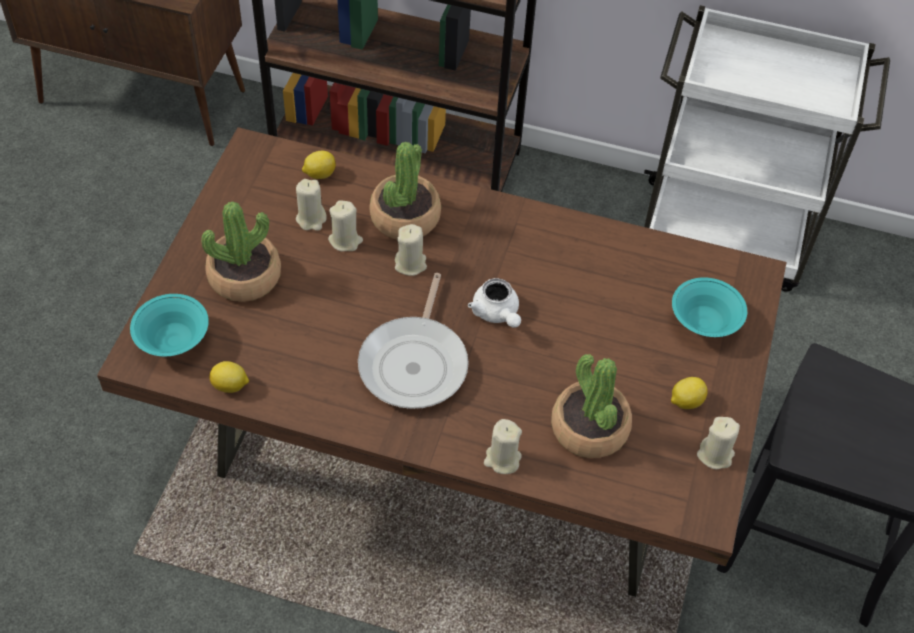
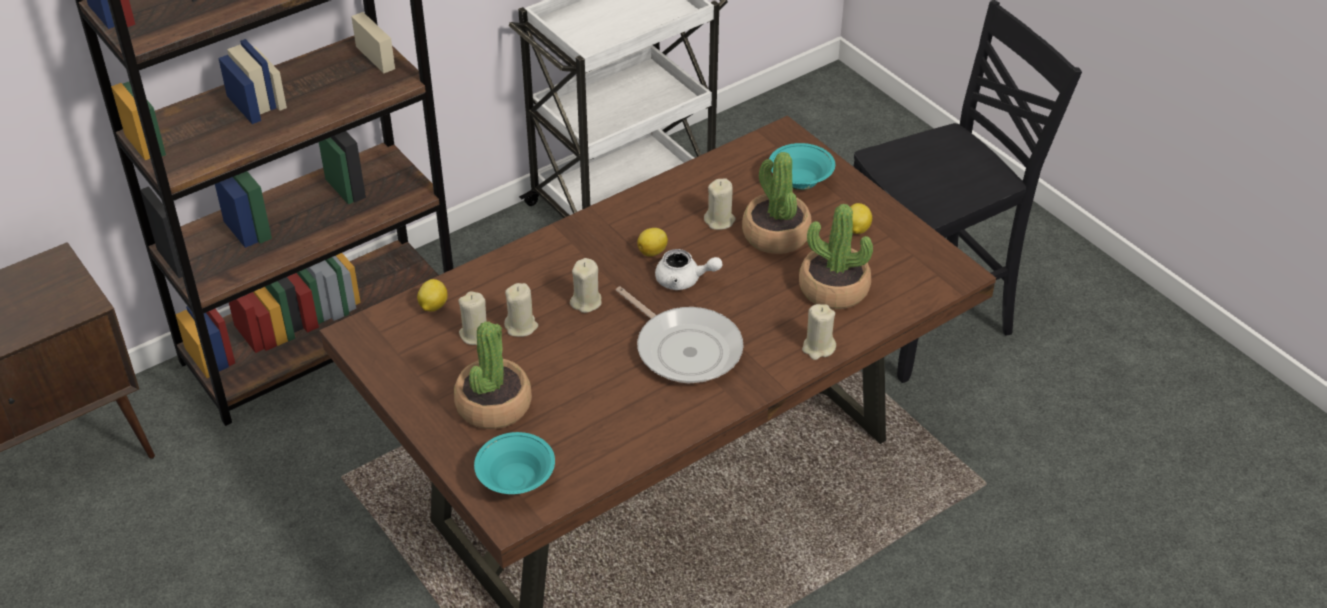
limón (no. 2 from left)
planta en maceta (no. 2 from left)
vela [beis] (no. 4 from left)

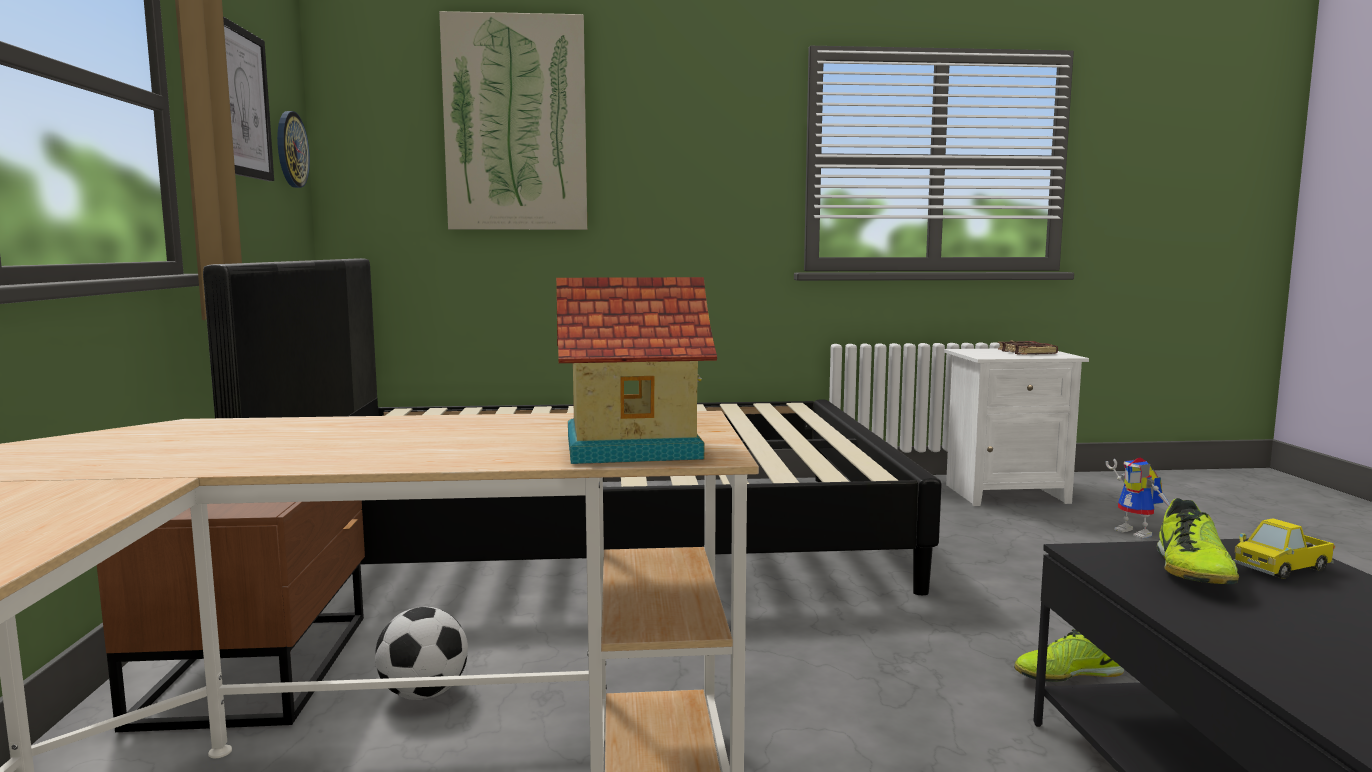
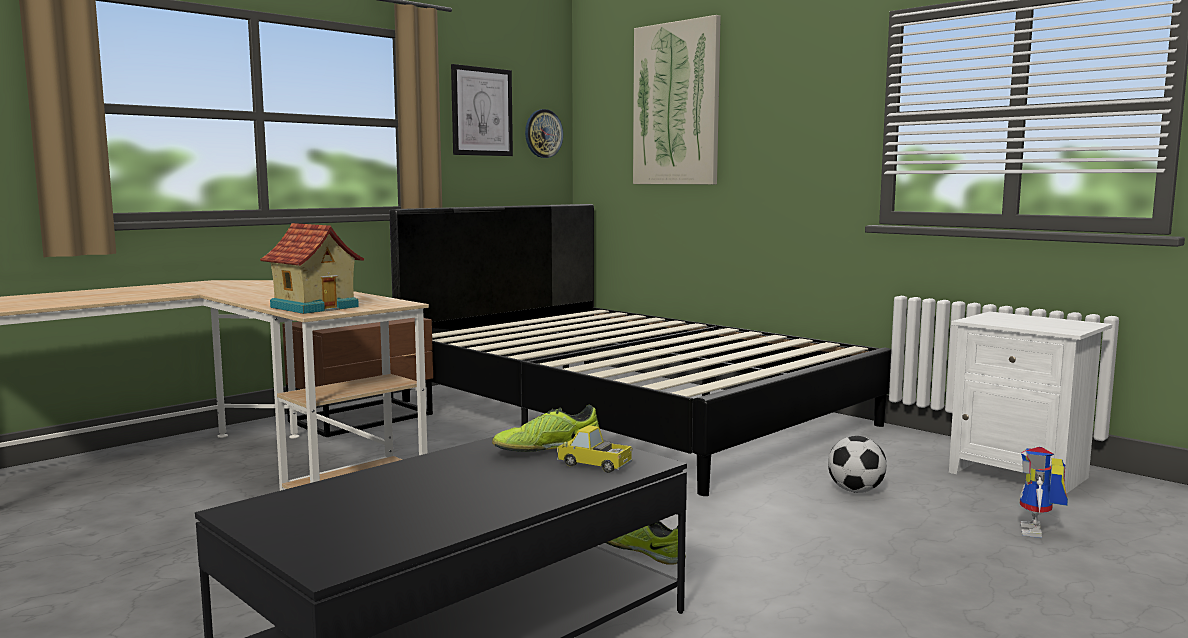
balón de fútbol
libro [marrón]

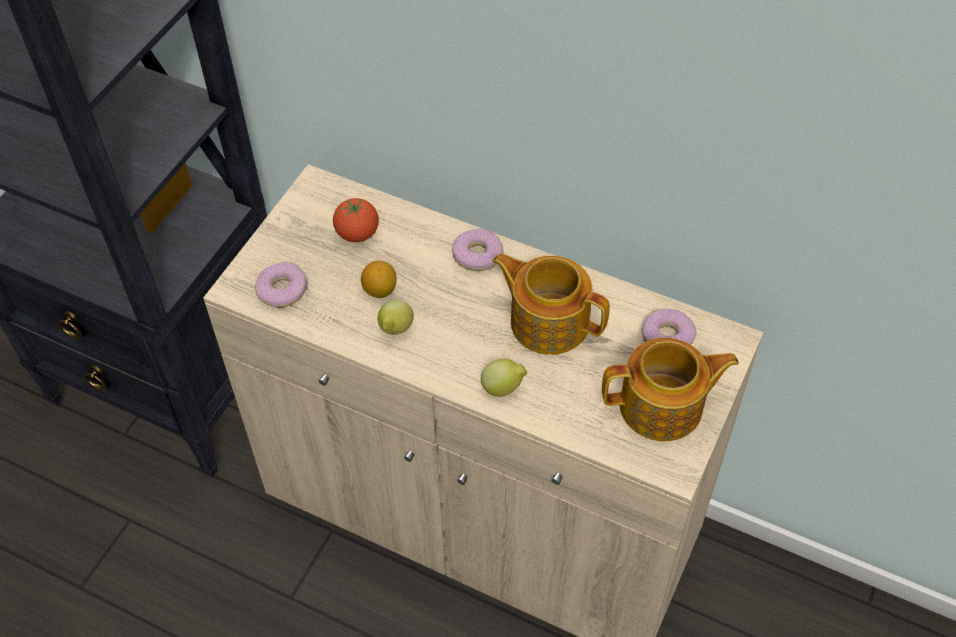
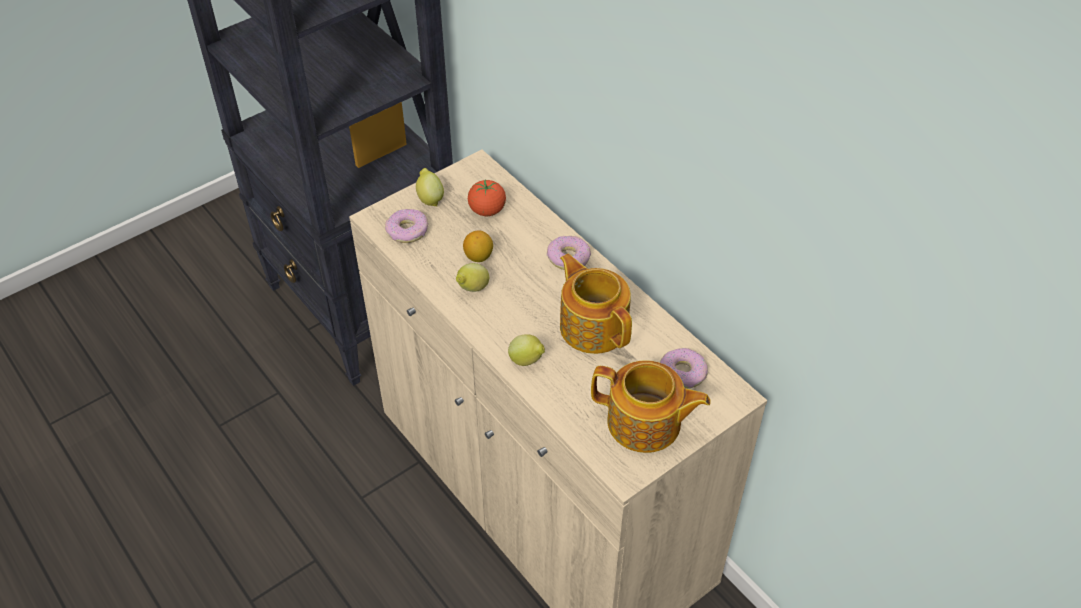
limón (no. 1 from left)

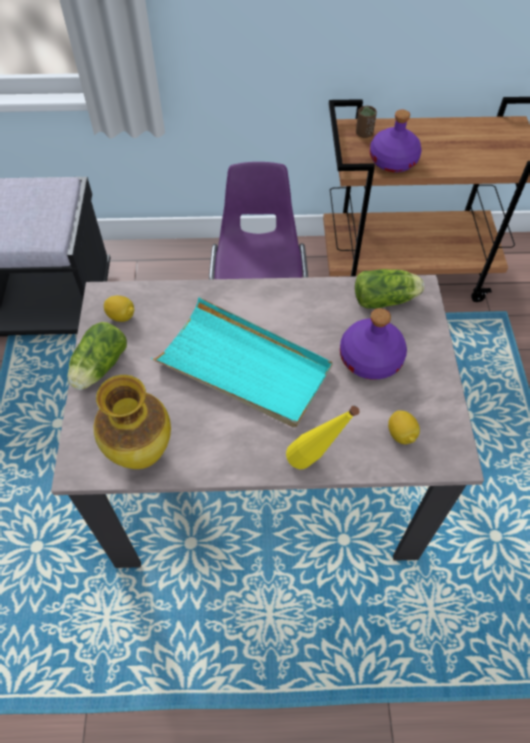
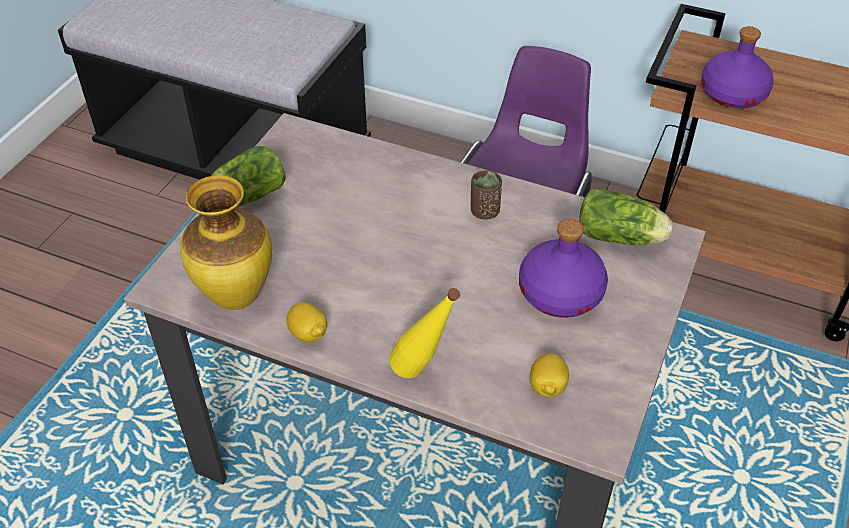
limón (no. 1 from left)
bandeja [turquesa]
taza [marrón]

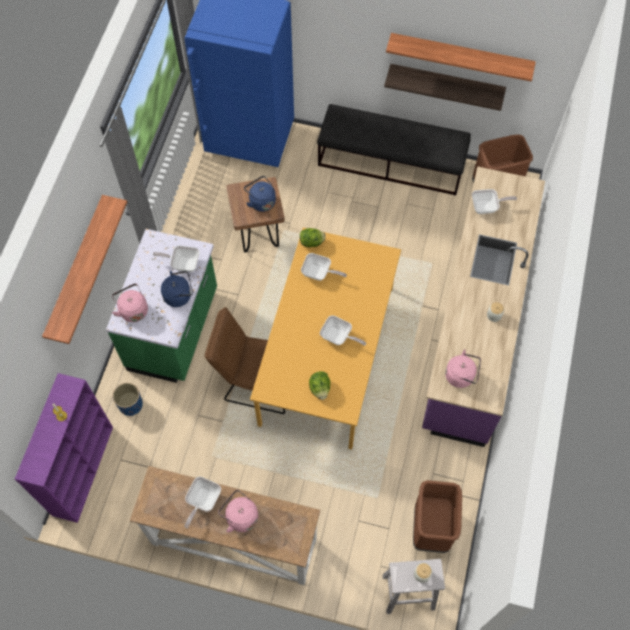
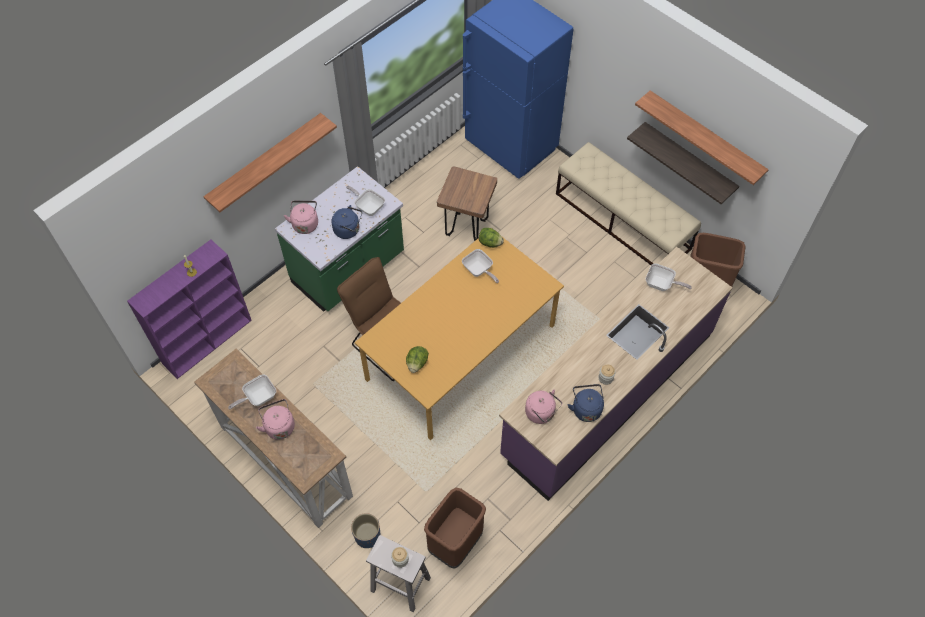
maceta [azul]
hervidor [azul] (no. 2 from left)
banco [beis]
sartén (no. 4 from left in the first image)

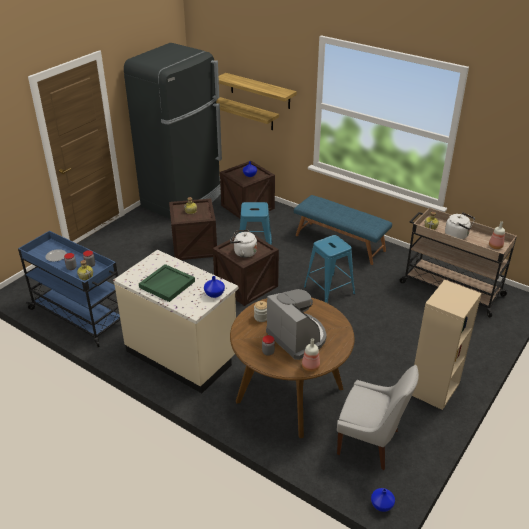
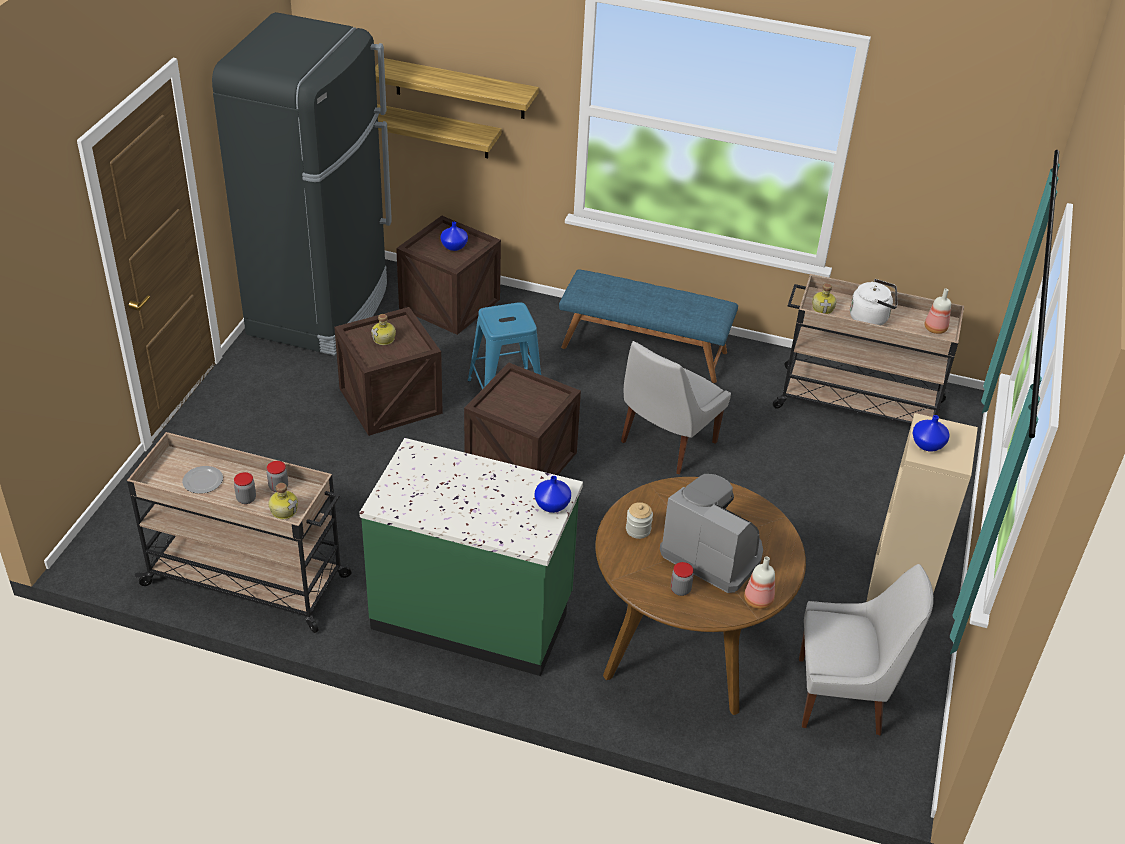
carrito [beis] (no. 1 from left)
mueble bajo de cocina [verde]
bandeja [verde]
hervidor [blanco] (no. 1 from left in the first image)
silla [blanco] (no. 1 from left)
florero [azul] (no. 3 from left)

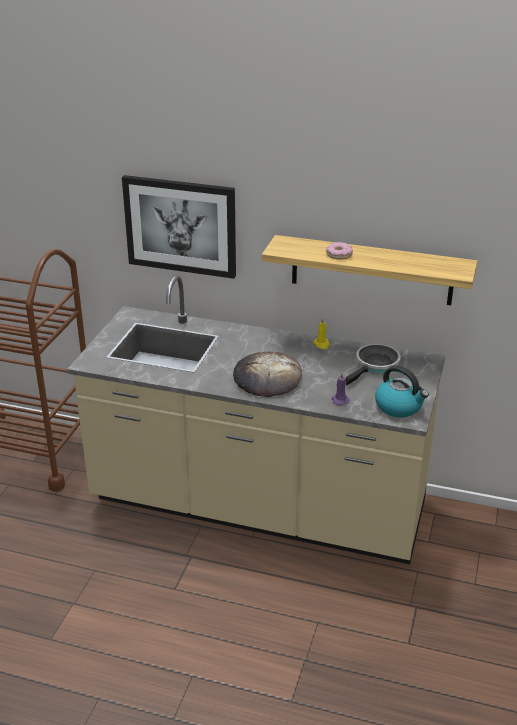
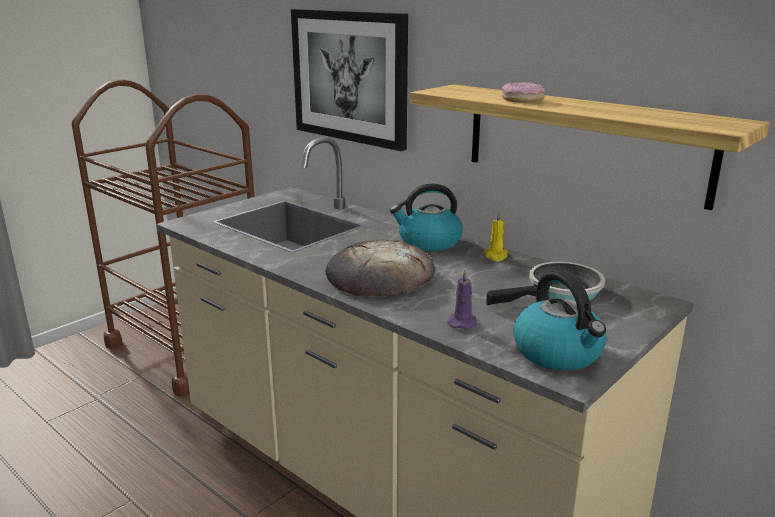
hervidor (no. 1 from left)

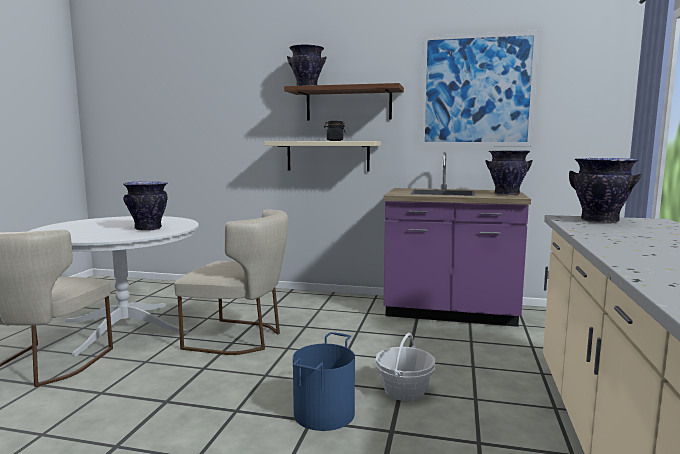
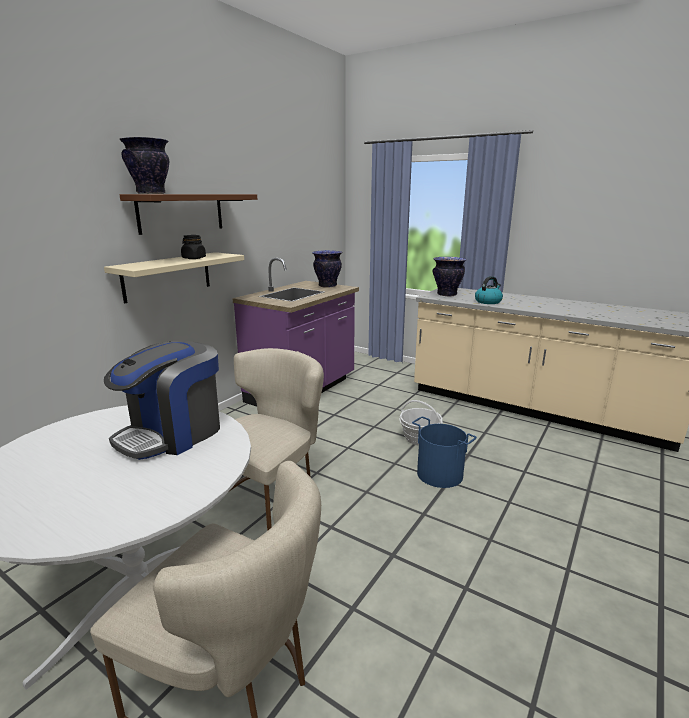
cafetera
cuadro
hervidor

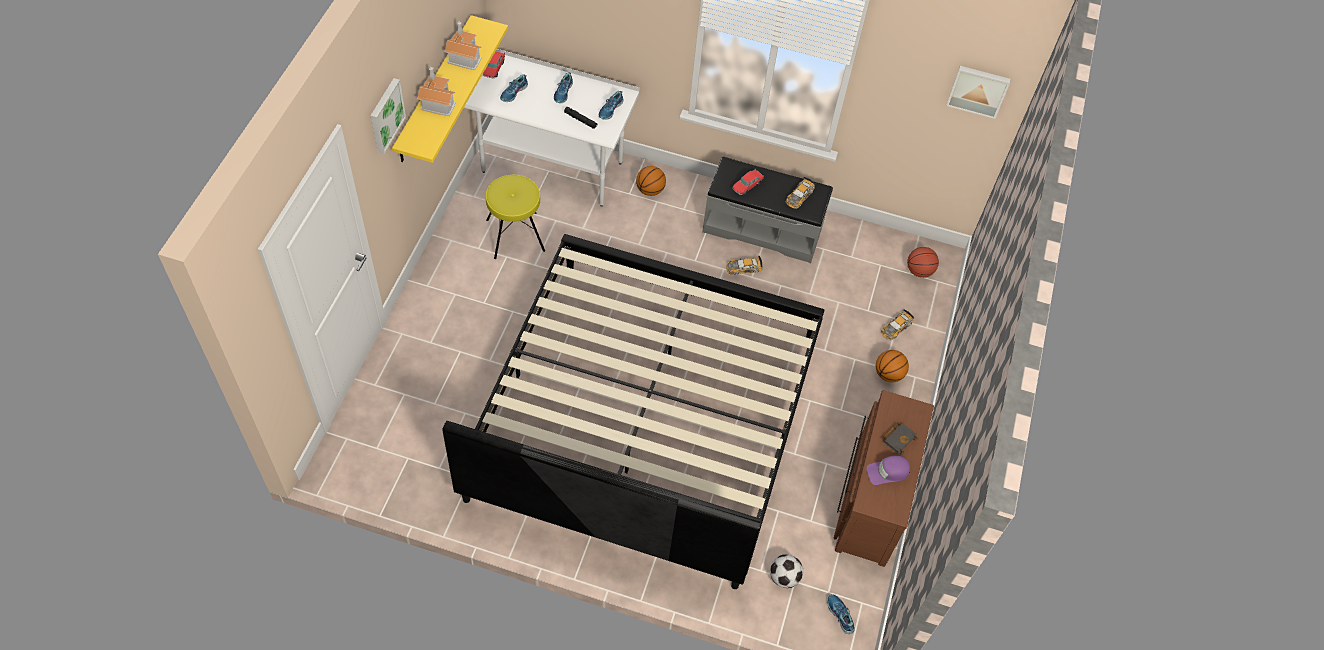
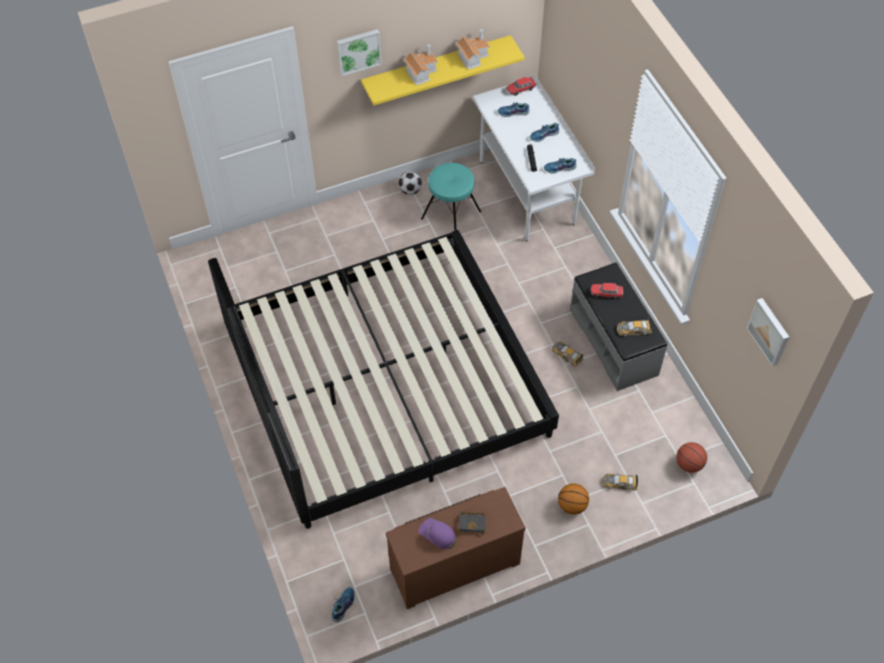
taburete [turquesa]
balón de baloncesto (no. 1 from left in the first image)
balón de fútbol

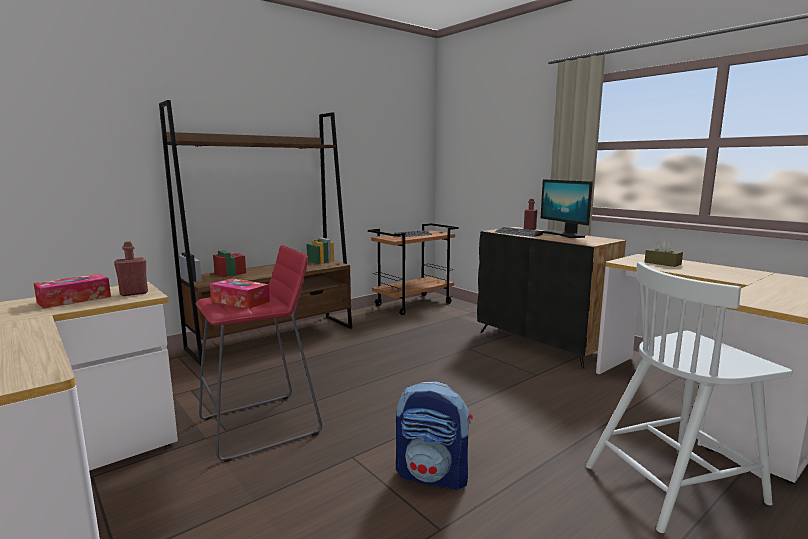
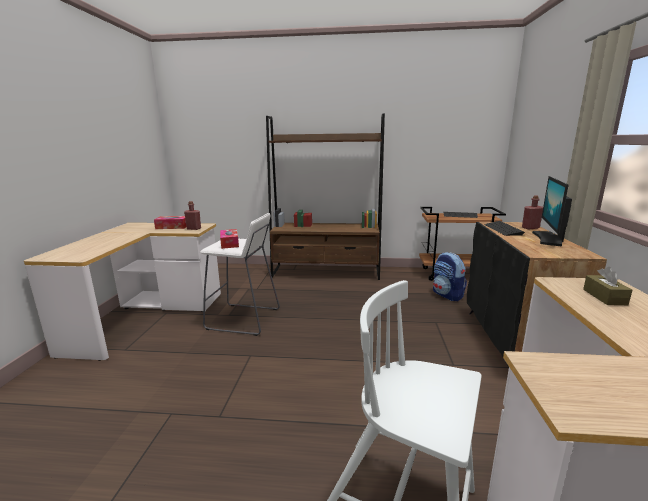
taburete [blanco]
mochila

